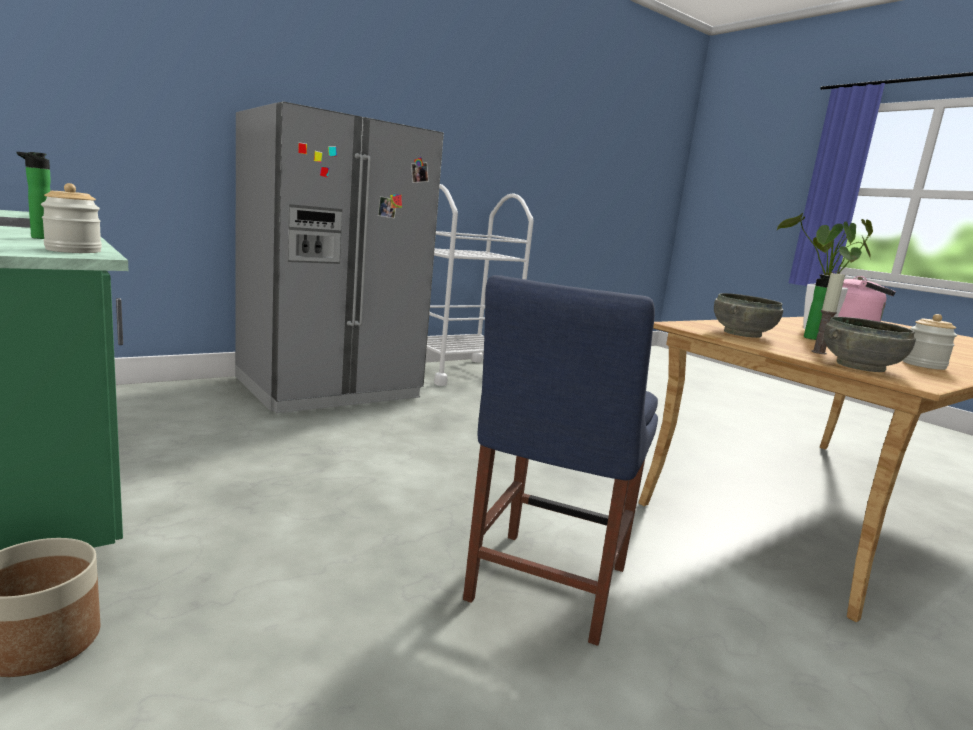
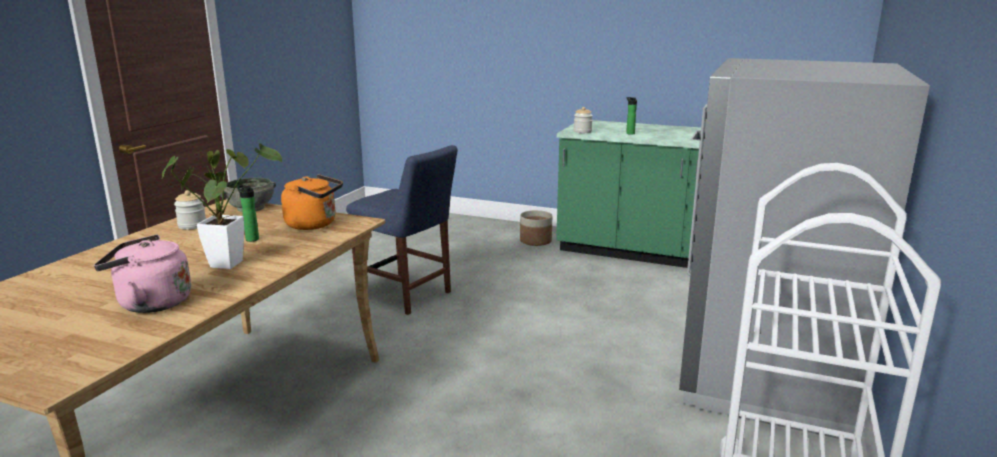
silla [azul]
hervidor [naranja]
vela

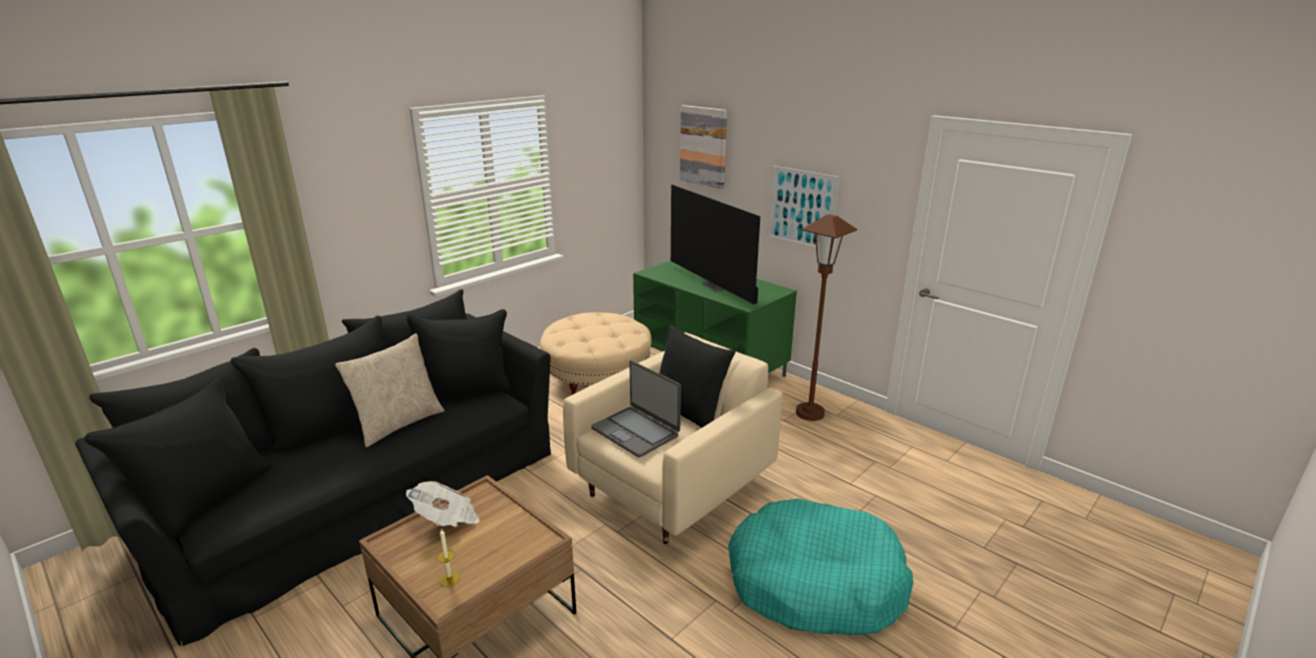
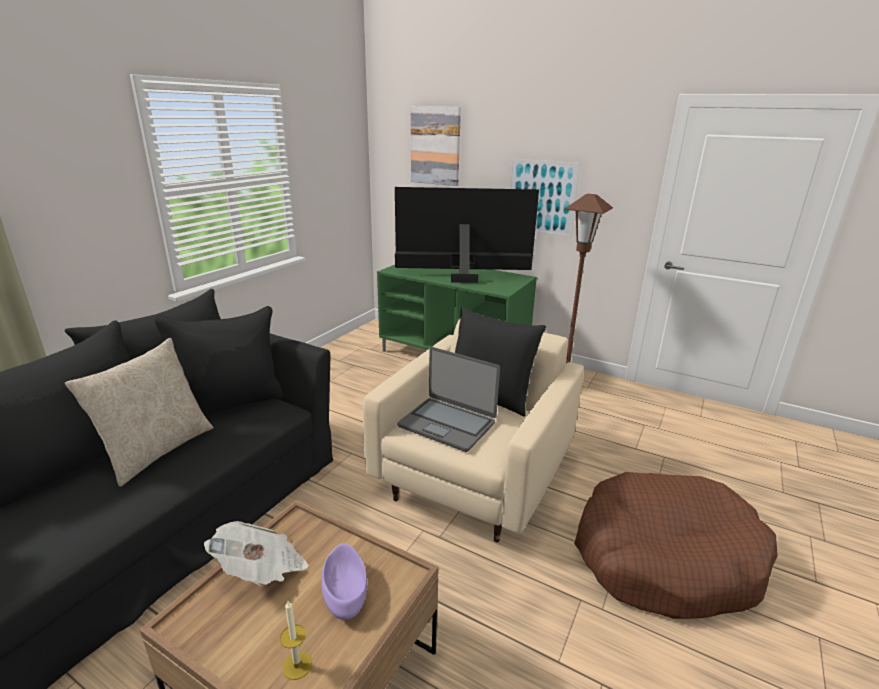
puf [beis]
televisor
cama para perro [marrón]
cuenco [morado]

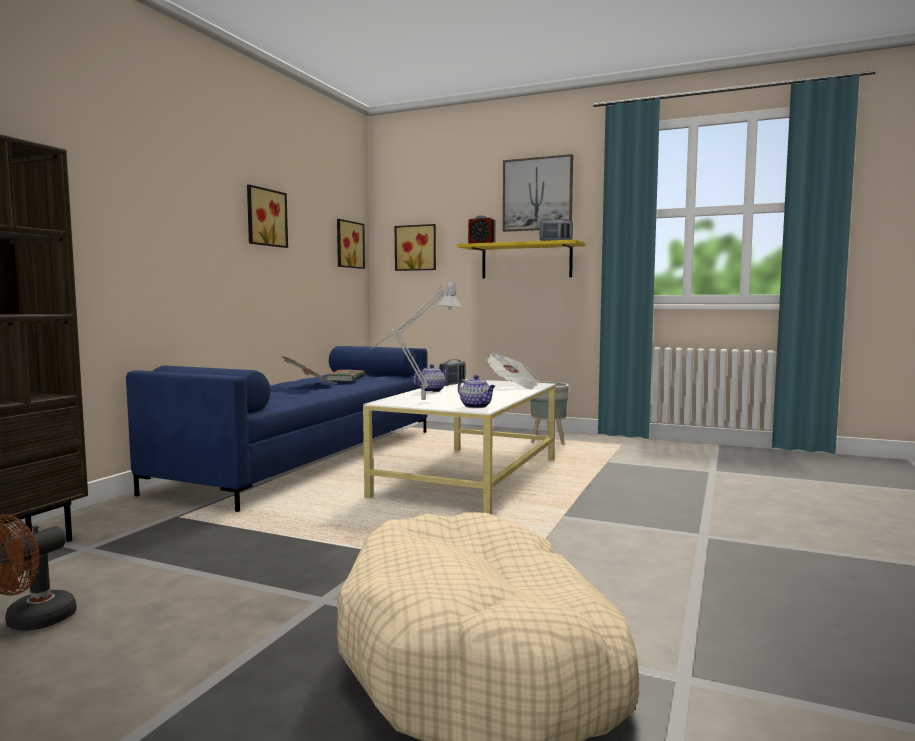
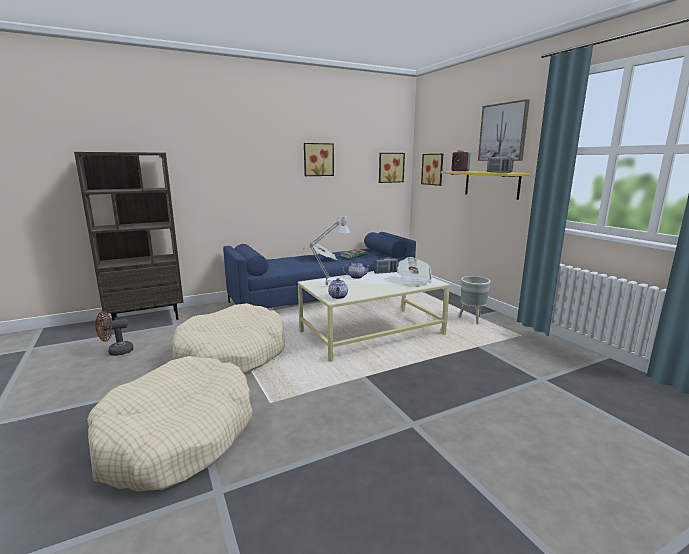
cama para perro [beis] (no. 2 from left)

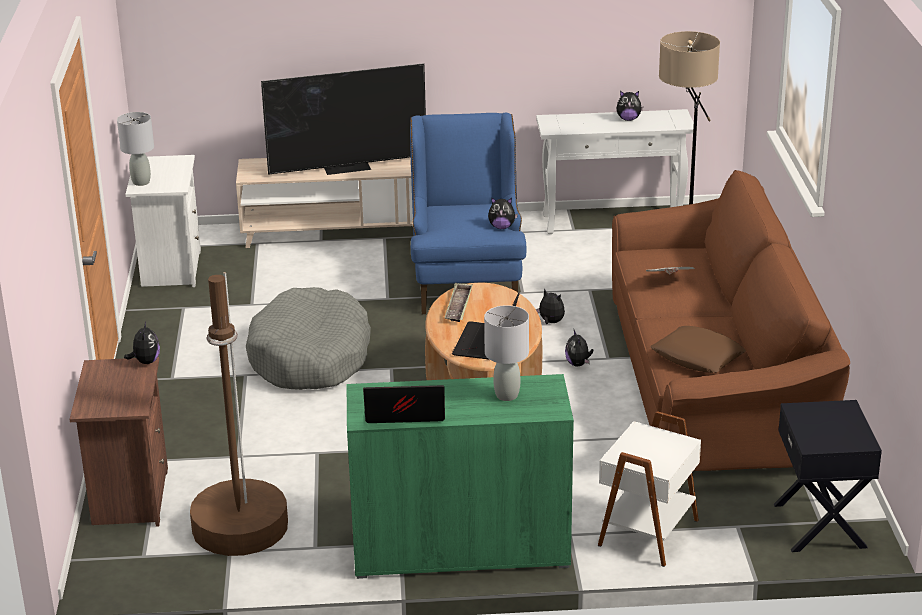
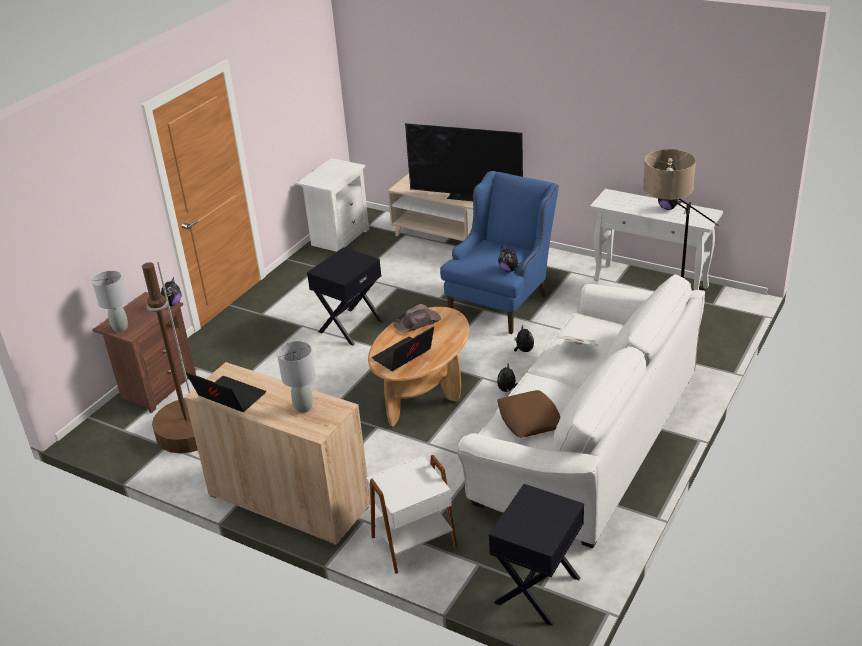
lámpara de mesa [gris] (no. 1 from left)
mesa auxiliar [negro] (no. 1 from left)
armario [beis]
sombrero [marrón]
sofá [blanco]

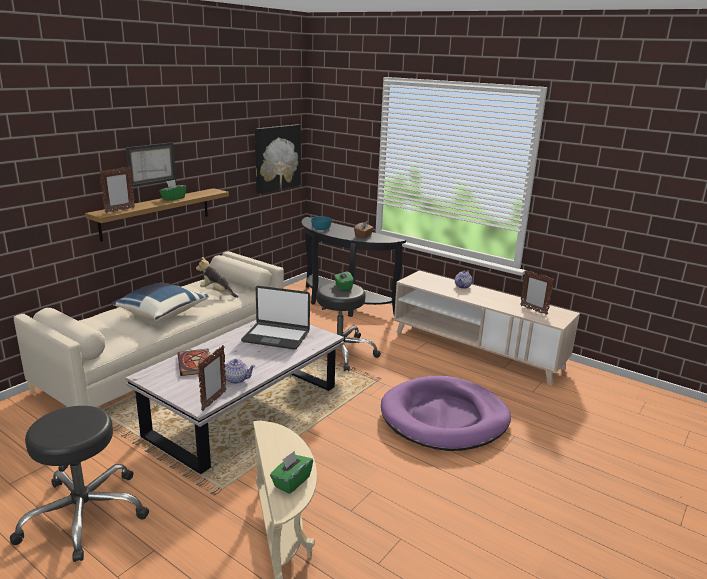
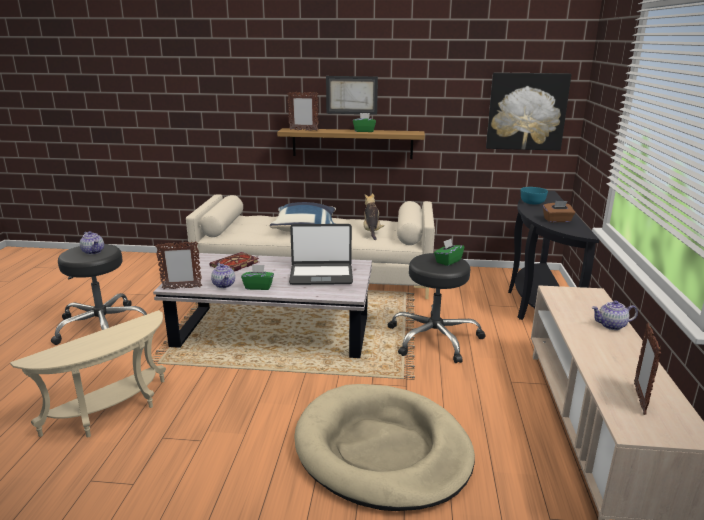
portátil
caja de pañuelos [verde] (no. 1 from left)
cama para perro [beis]
tetera (no. 1 from left)

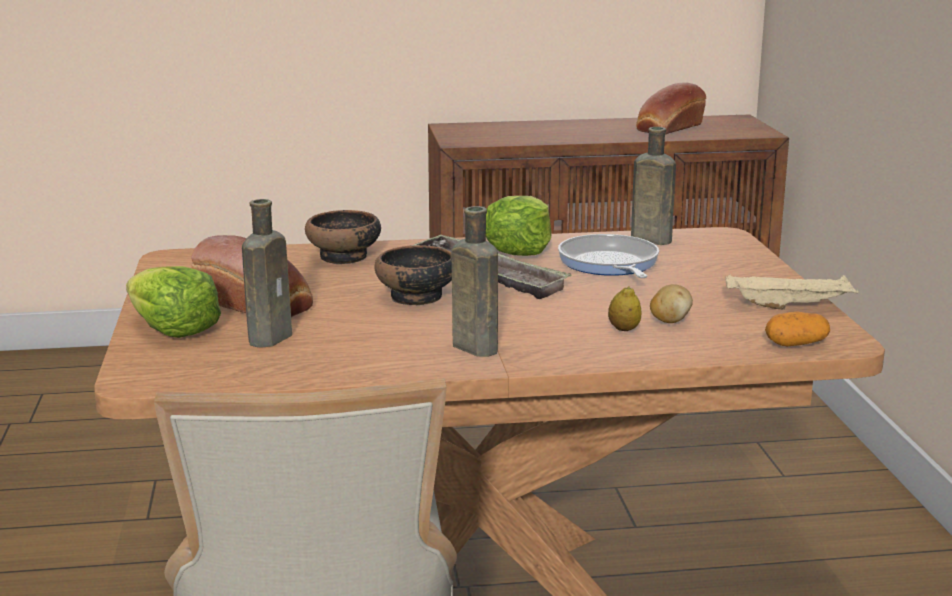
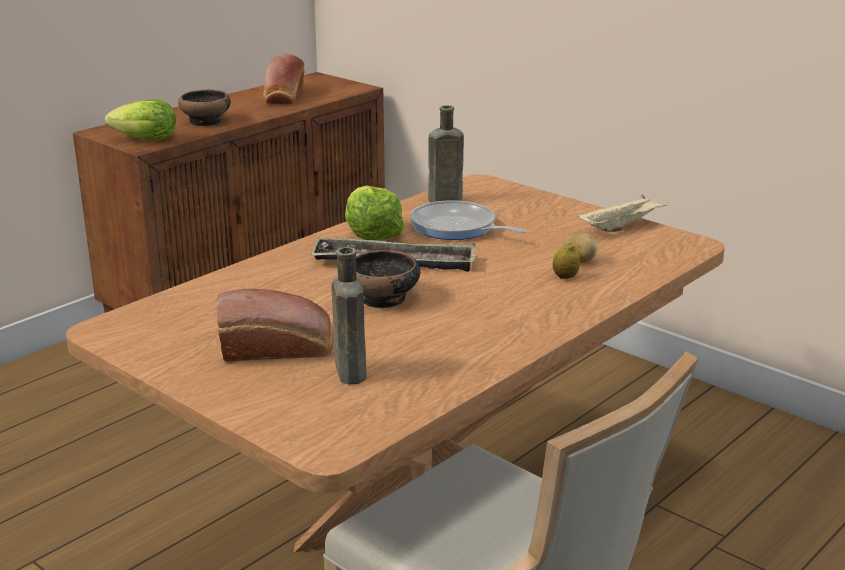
lechuga (no. 1 from left)
cuenco (no. 1 from left)
botella [marrón] (no. 2 from left in the first image)
patata (no. 2 from left in the first image)

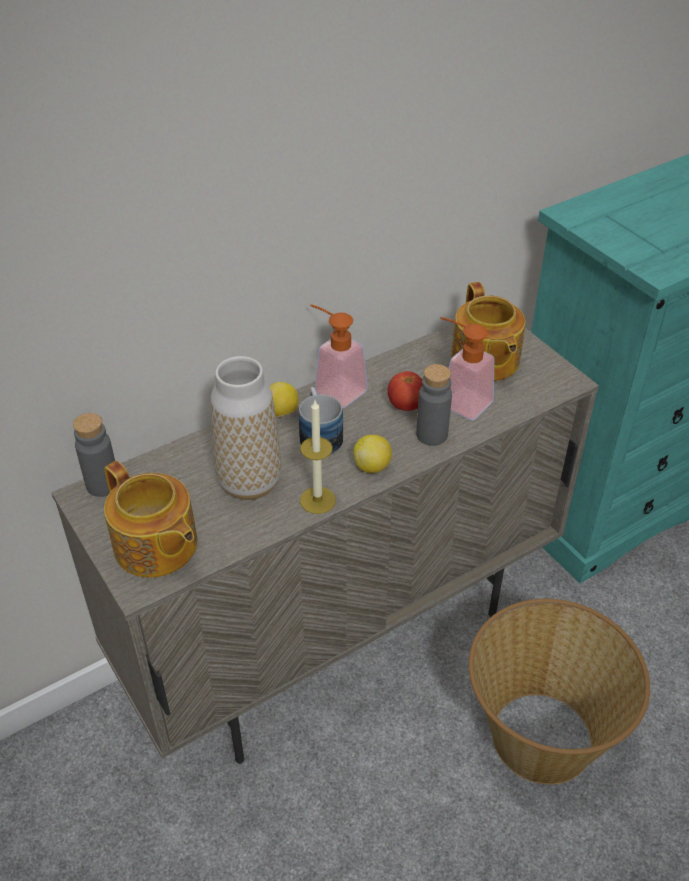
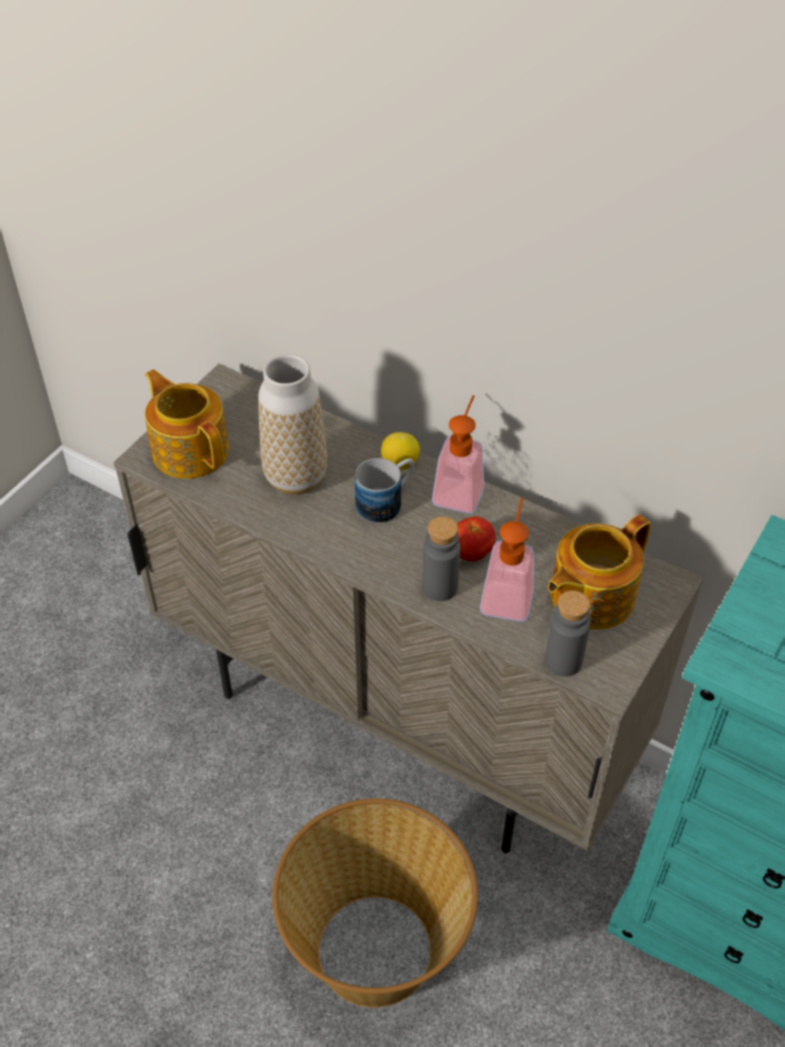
botella [gris] (no. 2 from left)
tetera (no. 1 from left)
vela
limón (no. 2 from left in the first image)

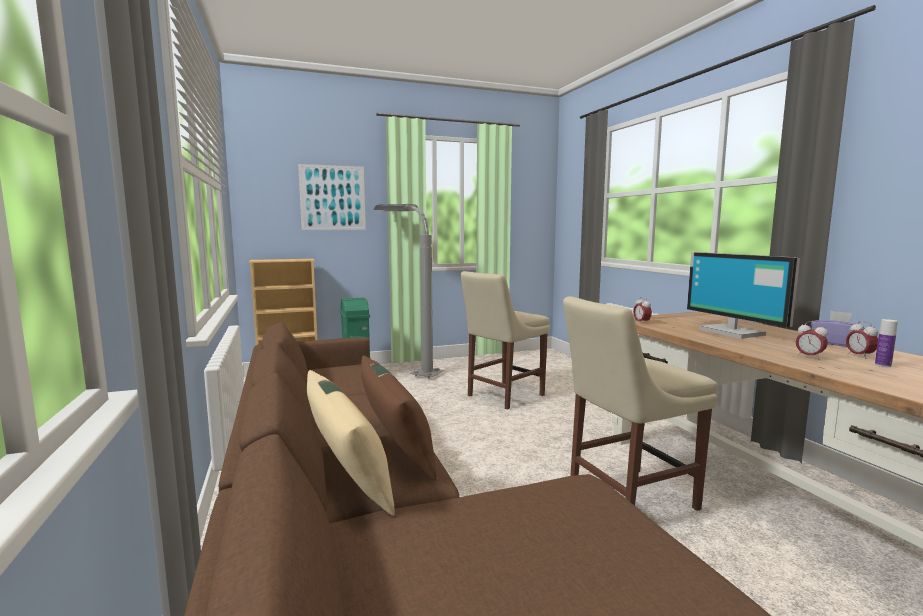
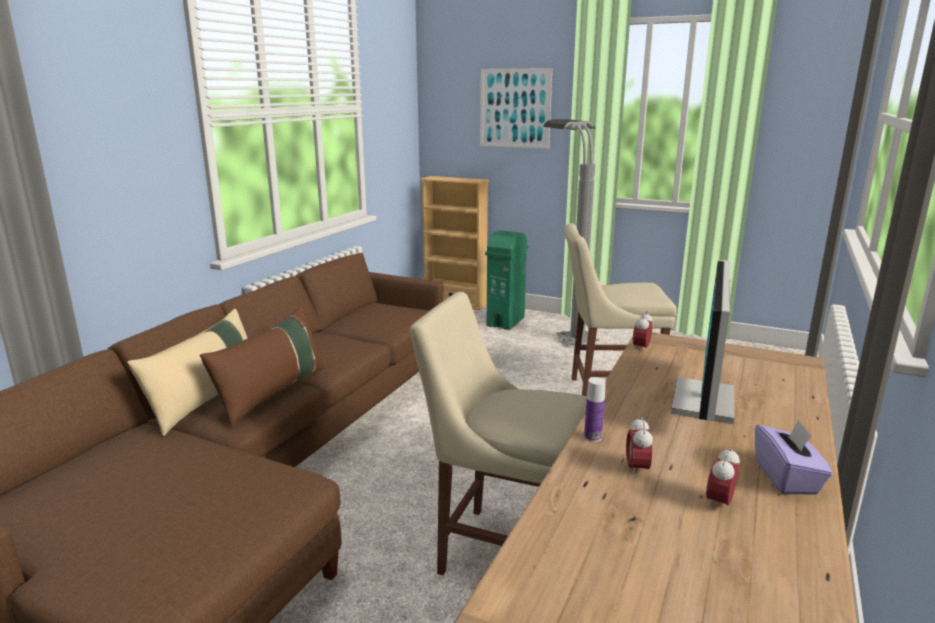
botella

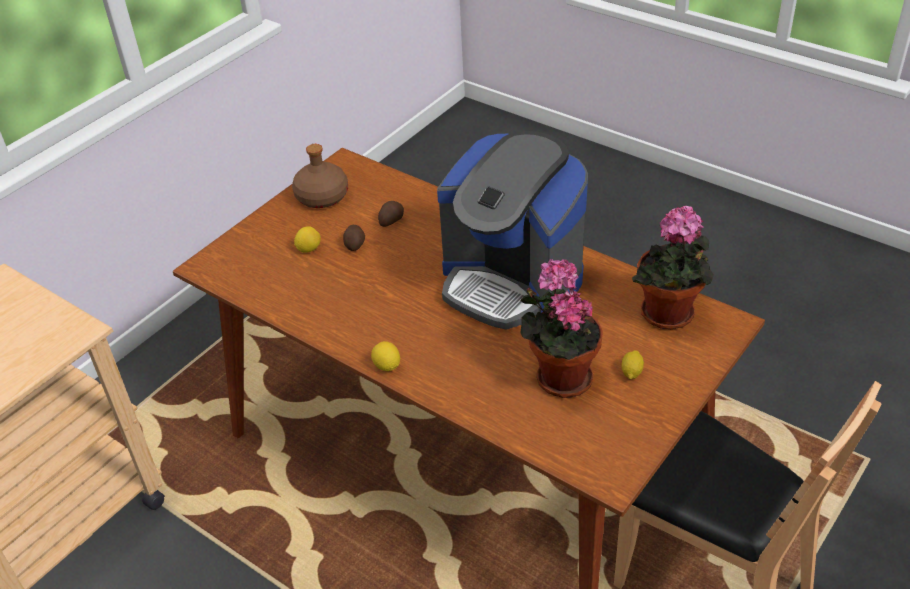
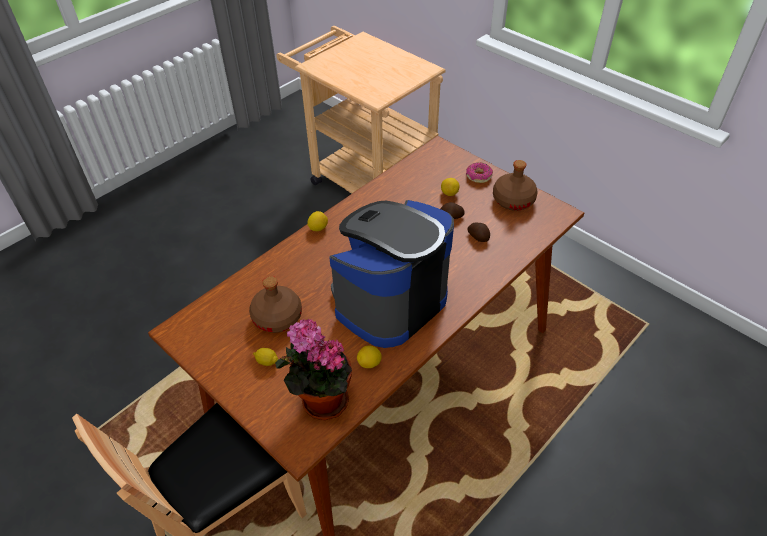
botella [marrón] (no. 1 from left)
limón (no. 3 from left)
rosquilla

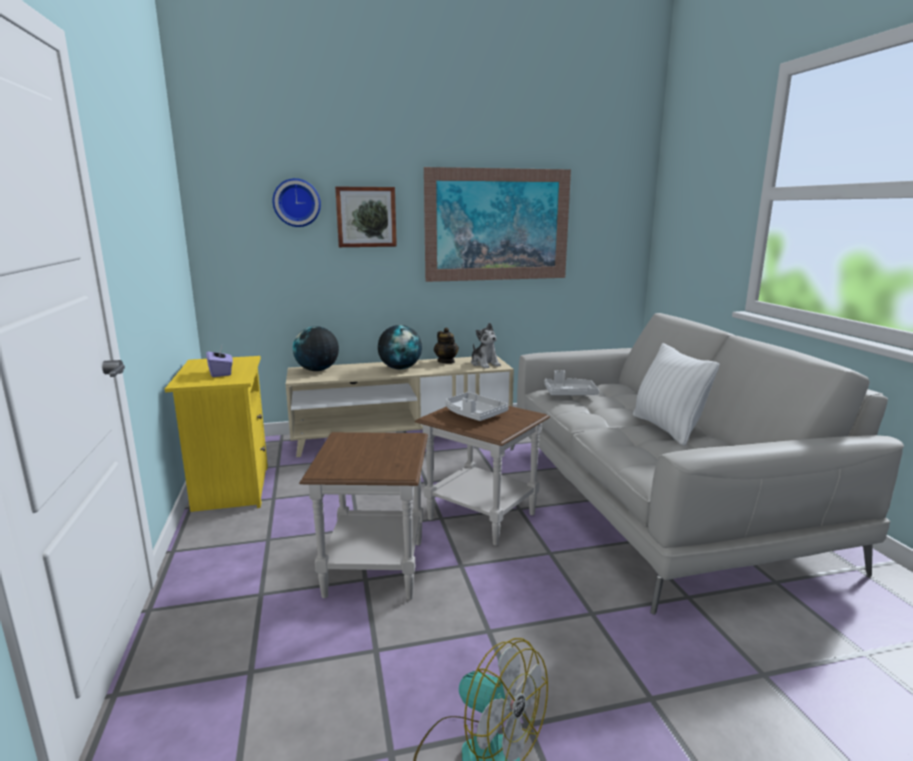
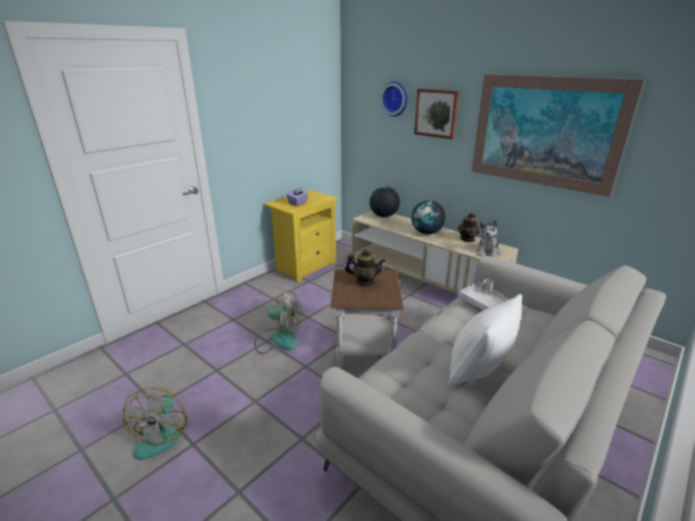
ventilador (no. 2 from left)
tetera (no. 1 from left)

